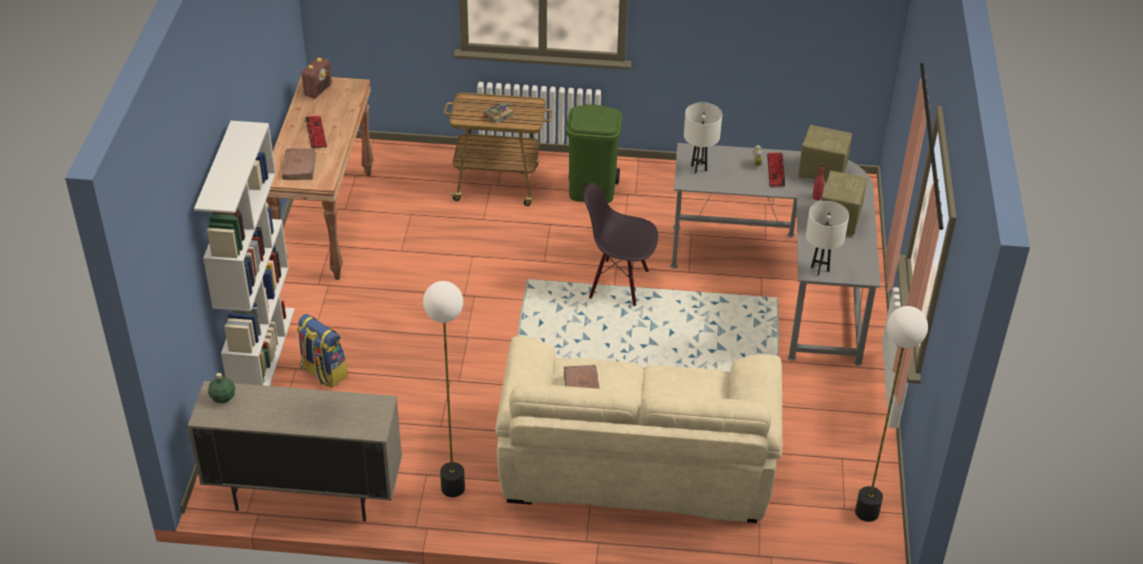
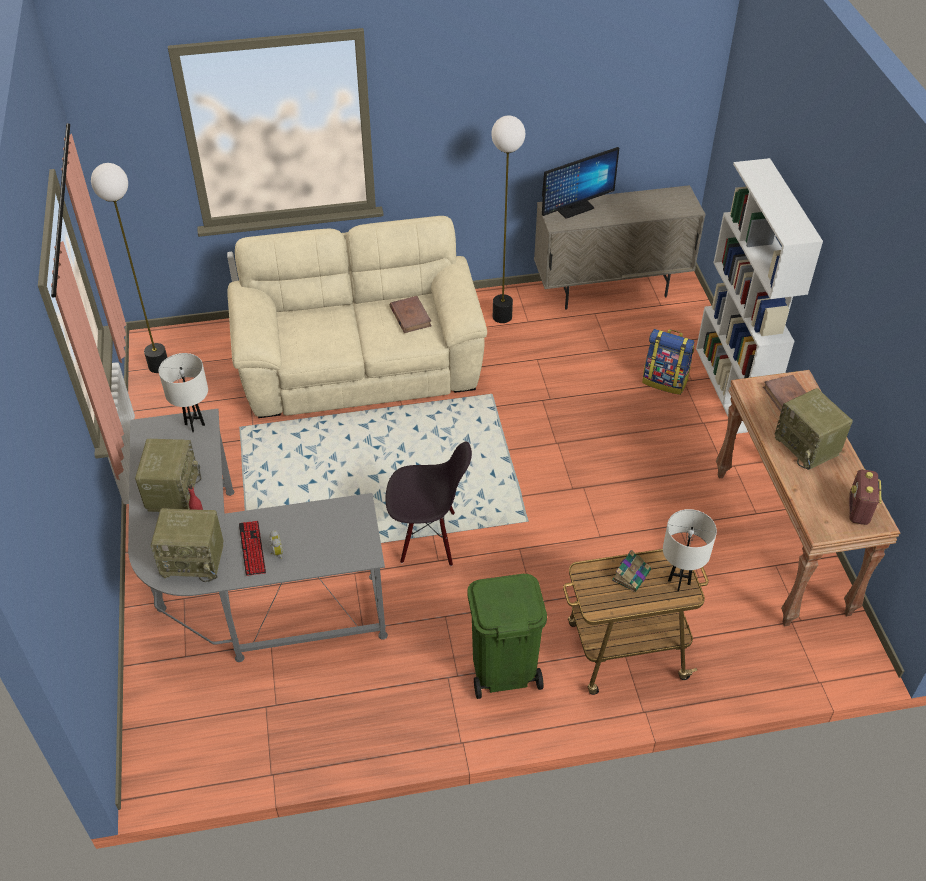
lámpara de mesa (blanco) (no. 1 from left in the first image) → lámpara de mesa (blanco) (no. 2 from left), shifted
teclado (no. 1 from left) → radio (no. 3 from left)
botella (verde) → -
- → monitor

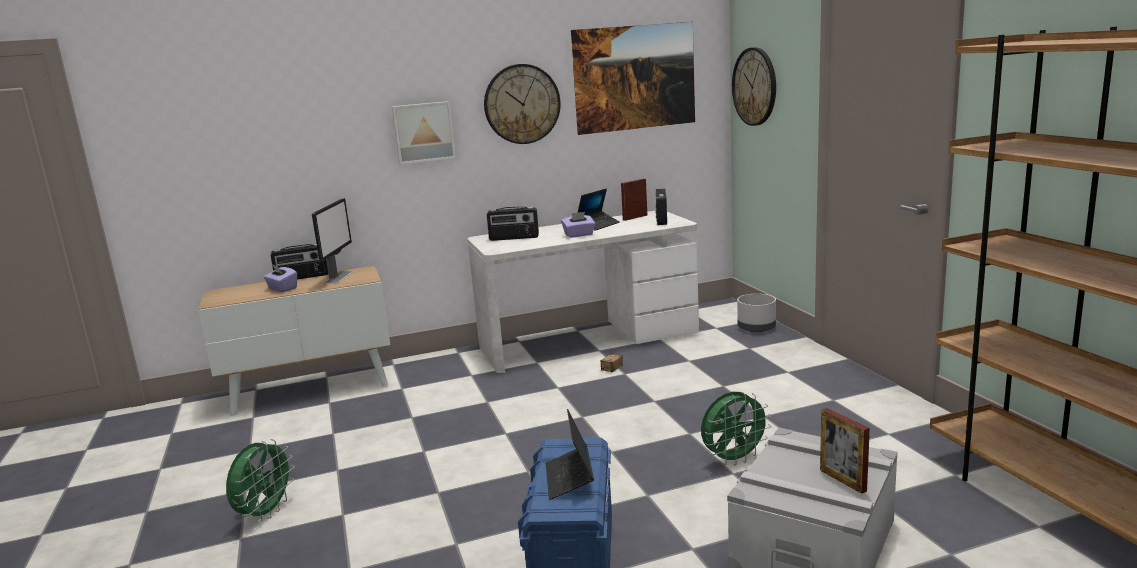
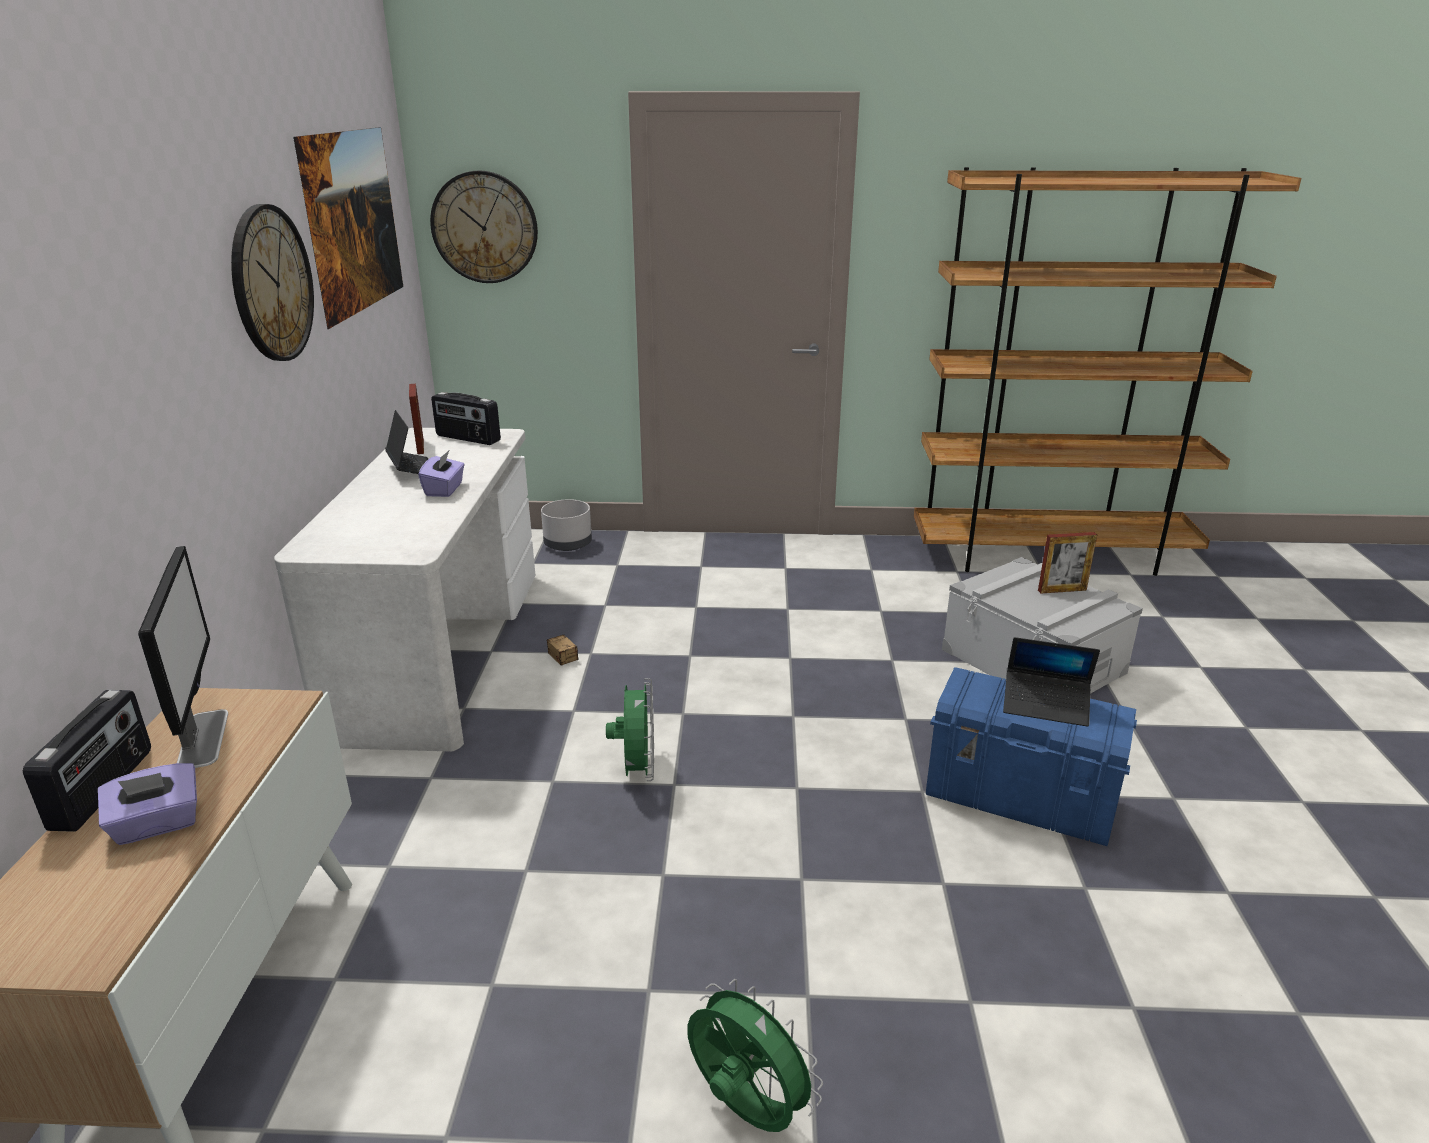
cuadro (no. 1 from left) → -
monitor, 45 degrees clockwise
radio (no. 2 from left) → -
ventilador (verde) (no. 2 from left in the first image) → ventilador (verde) (no. 1 from left), shifted

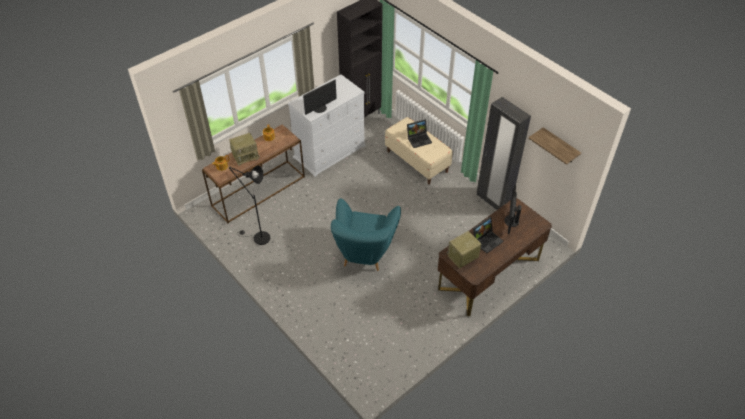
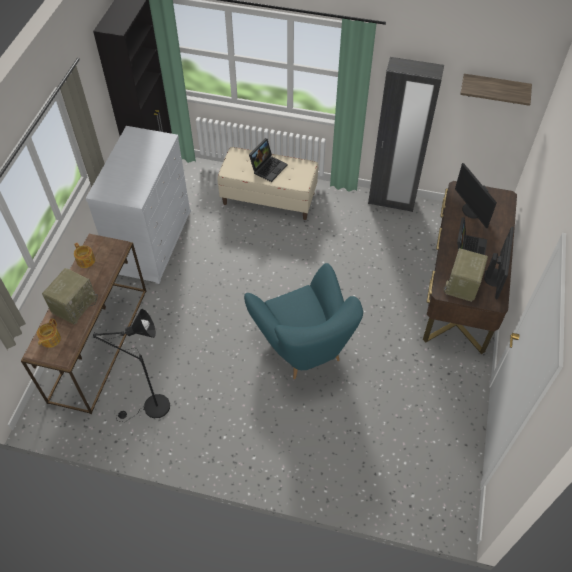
monitor (no. 1 from left in the first image) → monitor (no. 2 from left), shifted

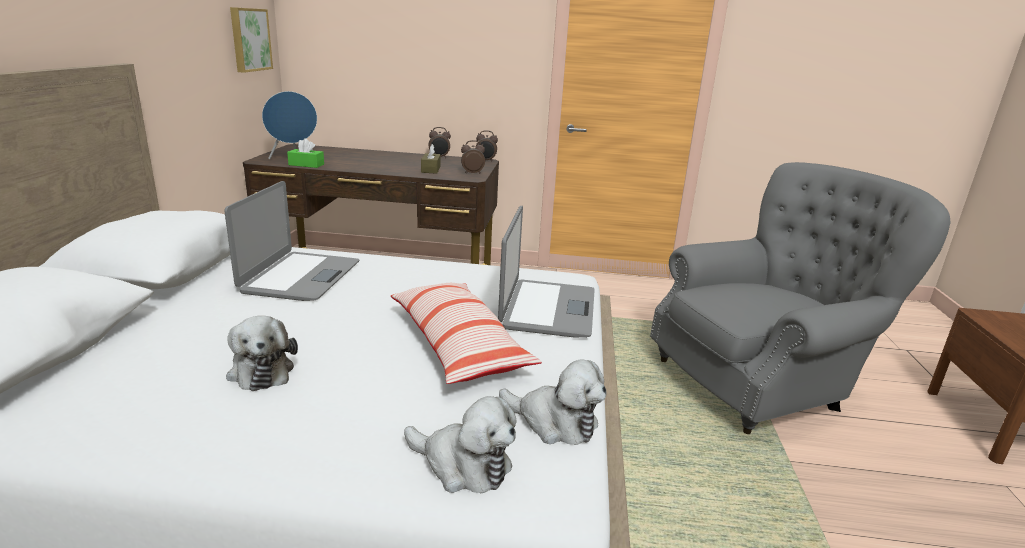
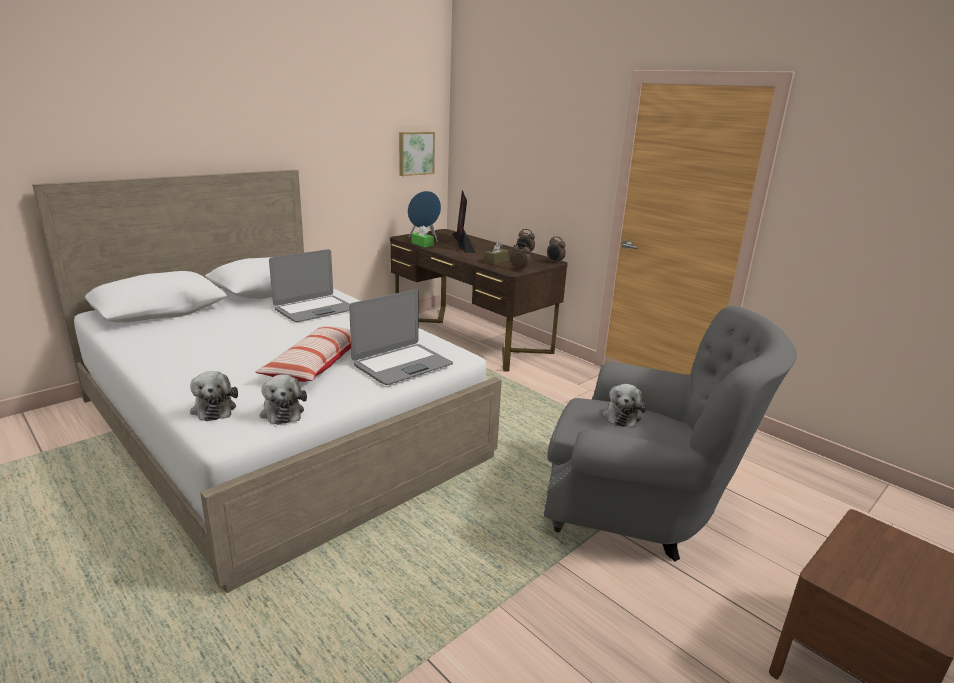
peluche (no. 1 from left in the first image) → peluche (no. 3 from left), shifted
- → monitor

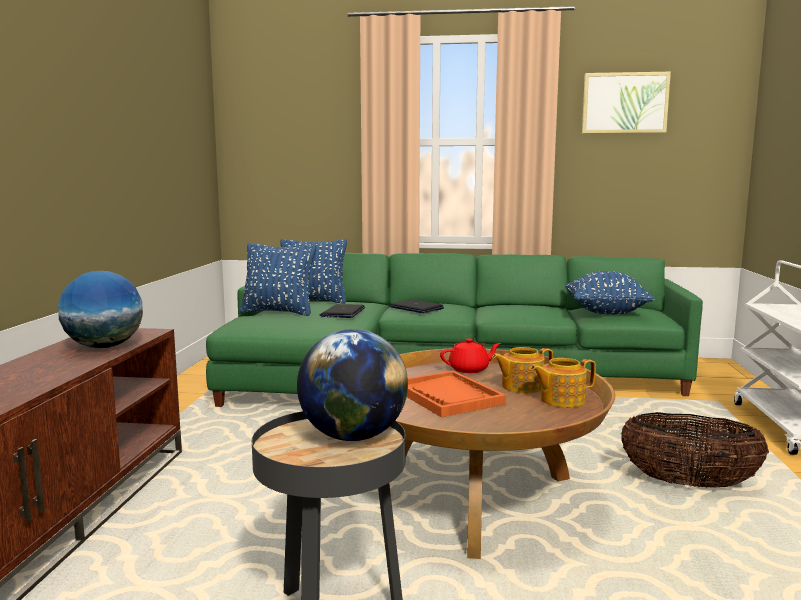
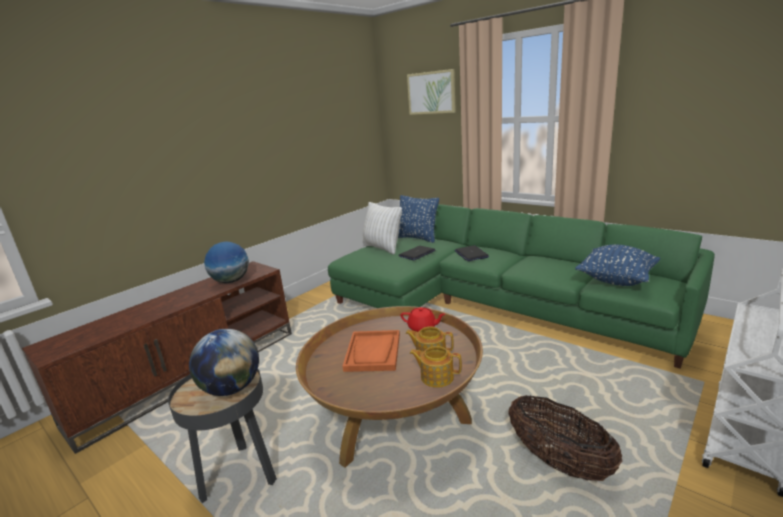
cuadro, shifted
cojín (azul) (no. 1 from left) → cojín (blanco)

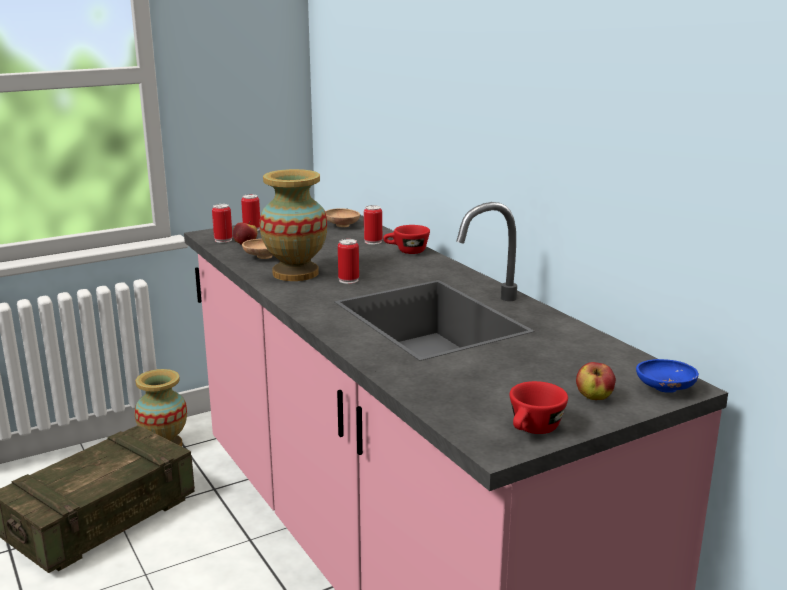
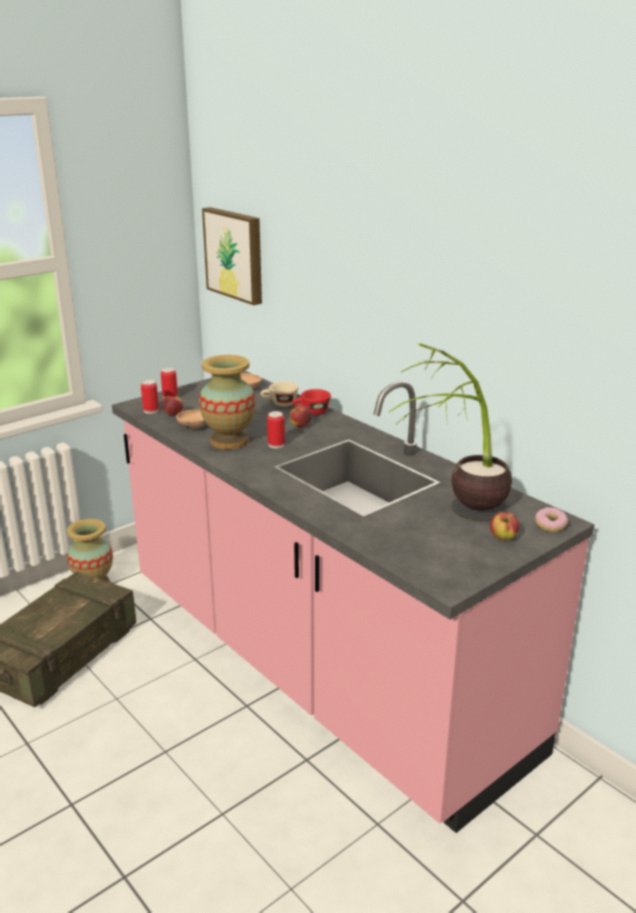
lata (no. 4 from left) → taza (beis)
cuenco (azul) → rosquilla
taza (rojo) (no. 2 from left) → -
- → cuadro
- → planta en maceta
- → manzana (no. 2 from left)

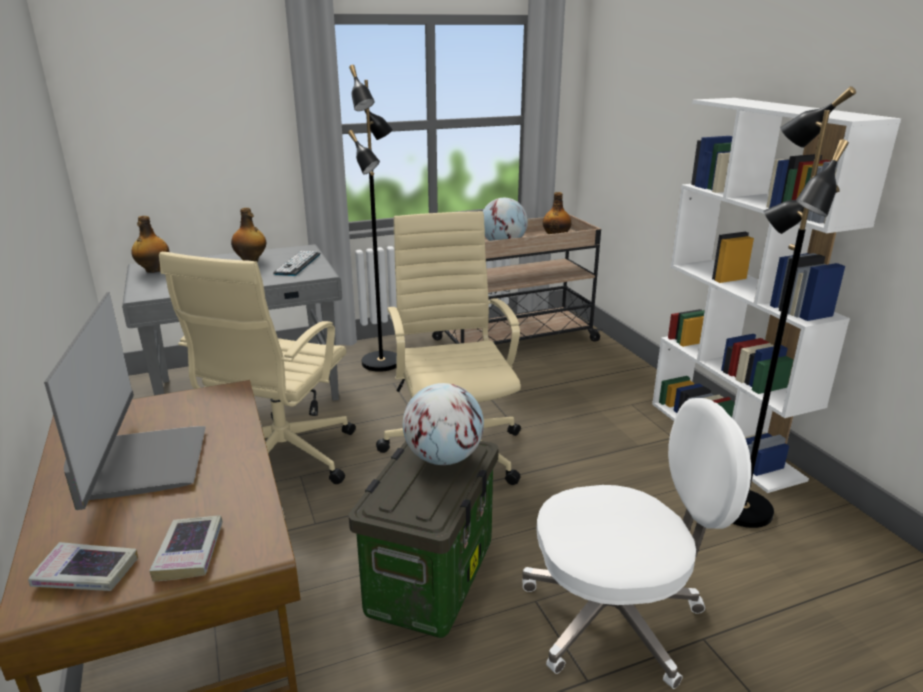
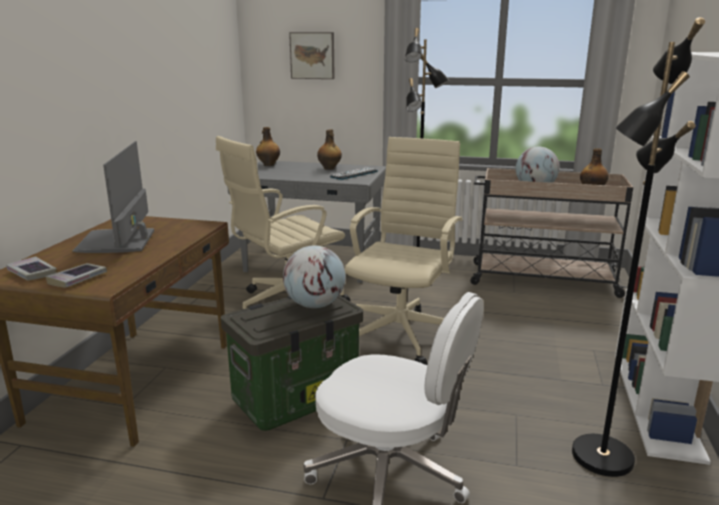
monitor, 150 degrees clockwise
- → cuadro

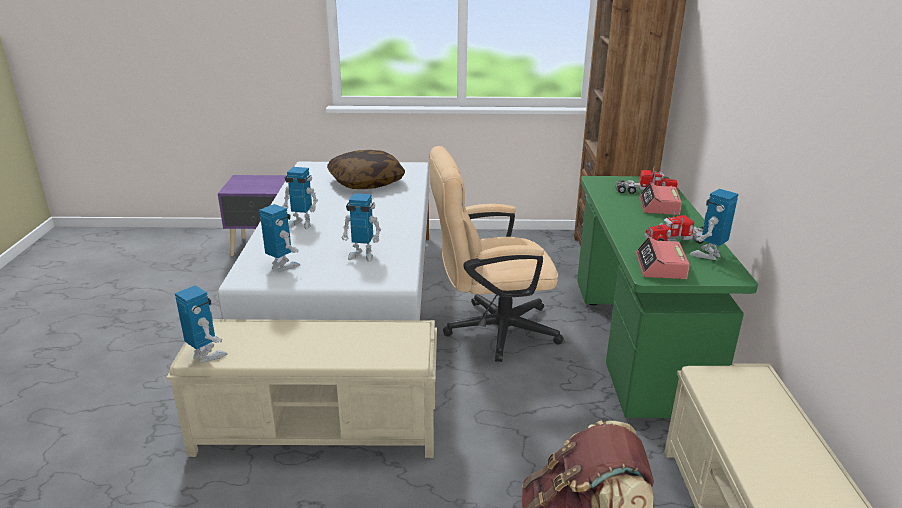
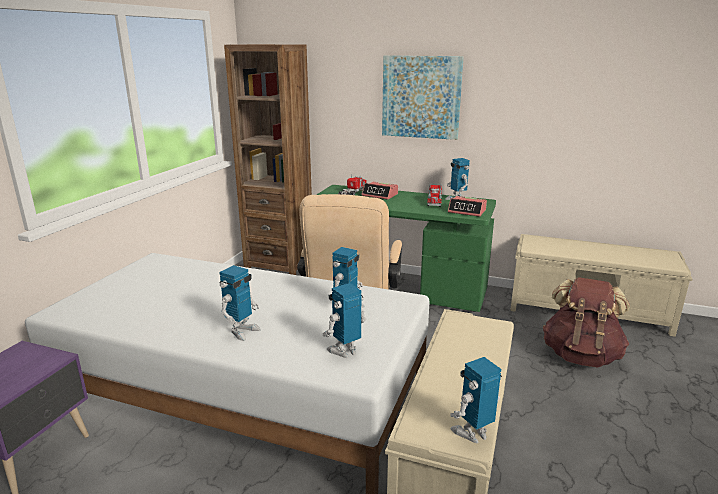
cojín → -
- → cuadro

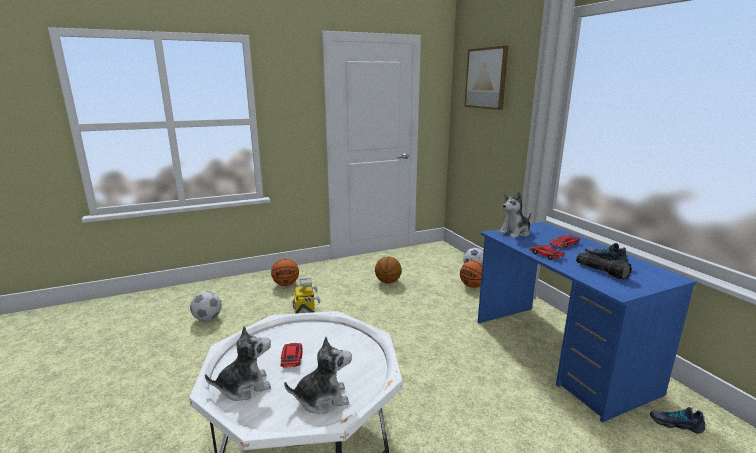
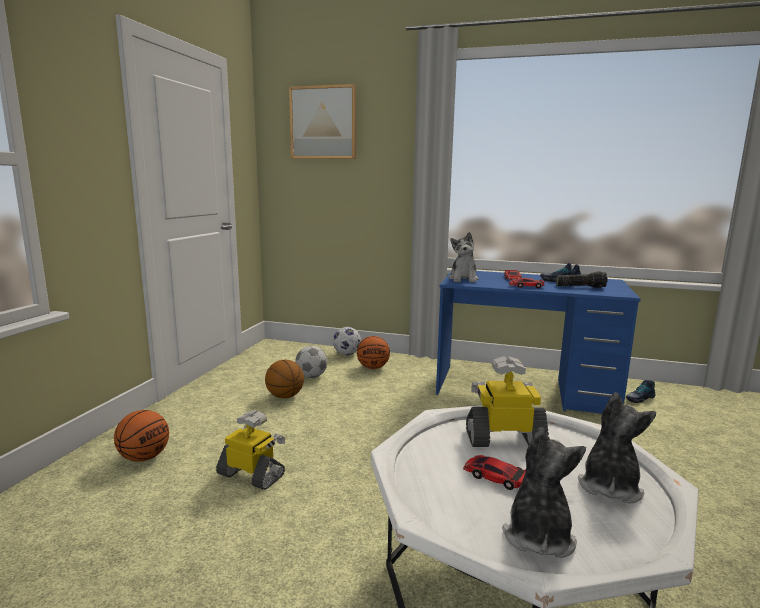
balón de fútbol (no. 1 from left), shifted
- → robot de juguete (no. 2 from left)

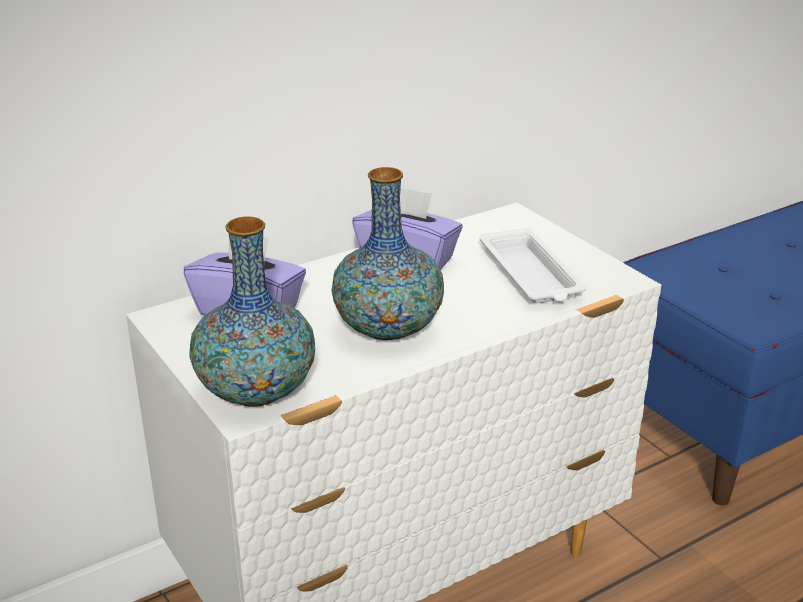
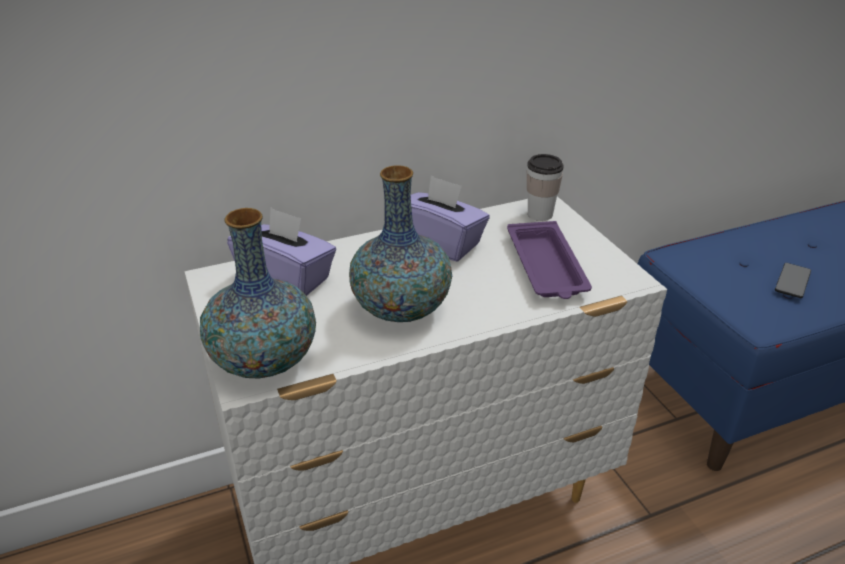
bandeja (blanco) → bandeja (morado)
- → taza
- → móvil

